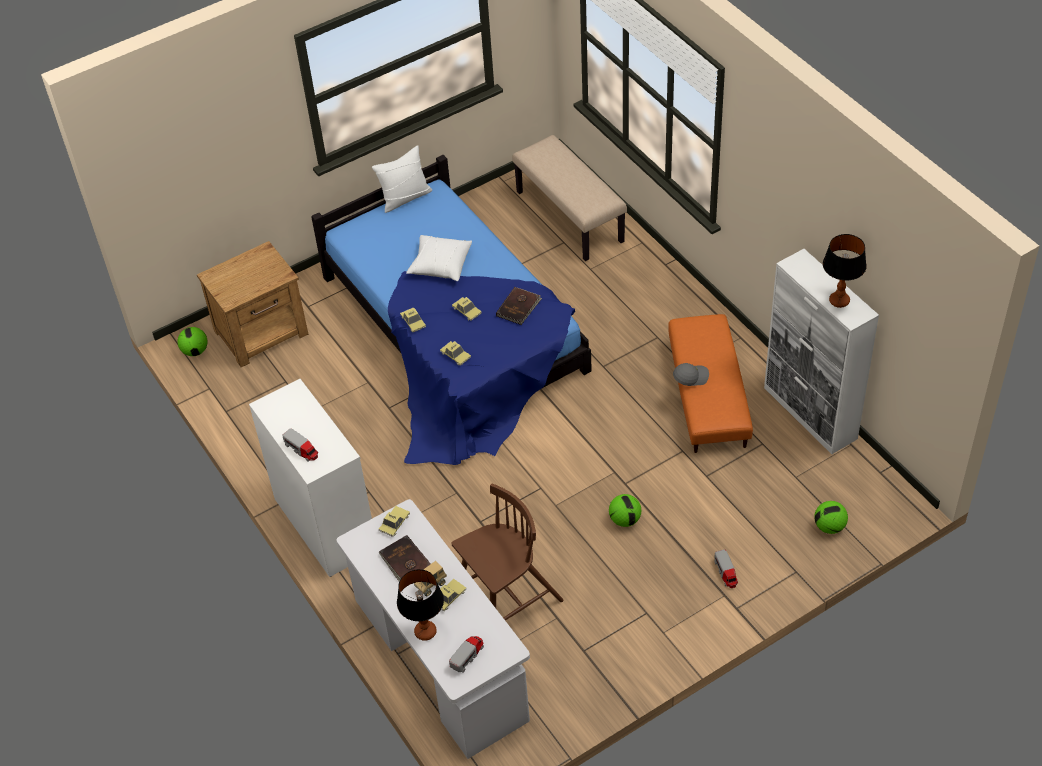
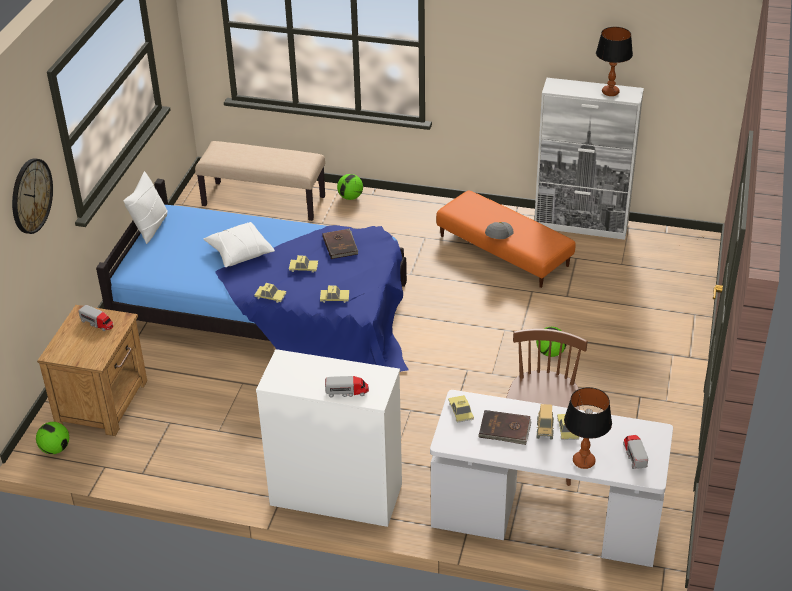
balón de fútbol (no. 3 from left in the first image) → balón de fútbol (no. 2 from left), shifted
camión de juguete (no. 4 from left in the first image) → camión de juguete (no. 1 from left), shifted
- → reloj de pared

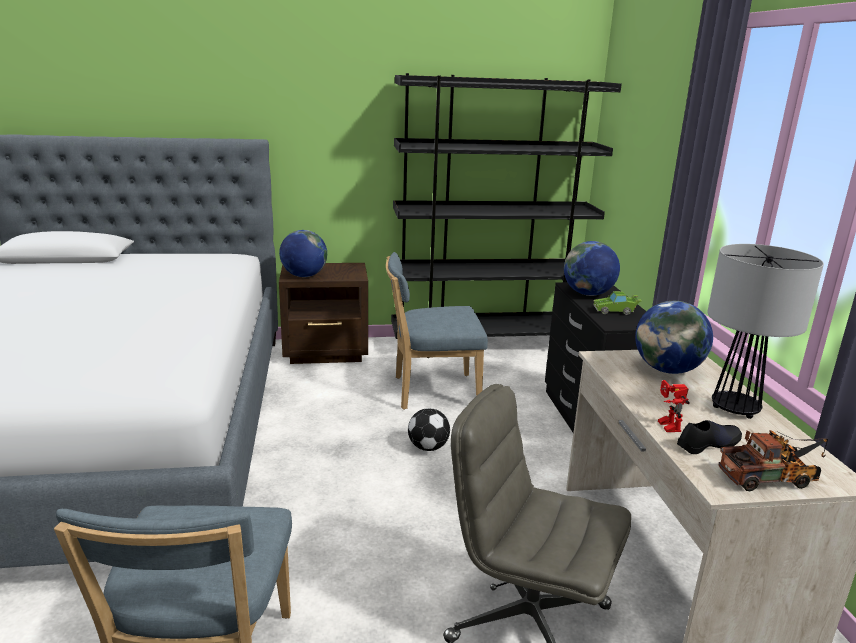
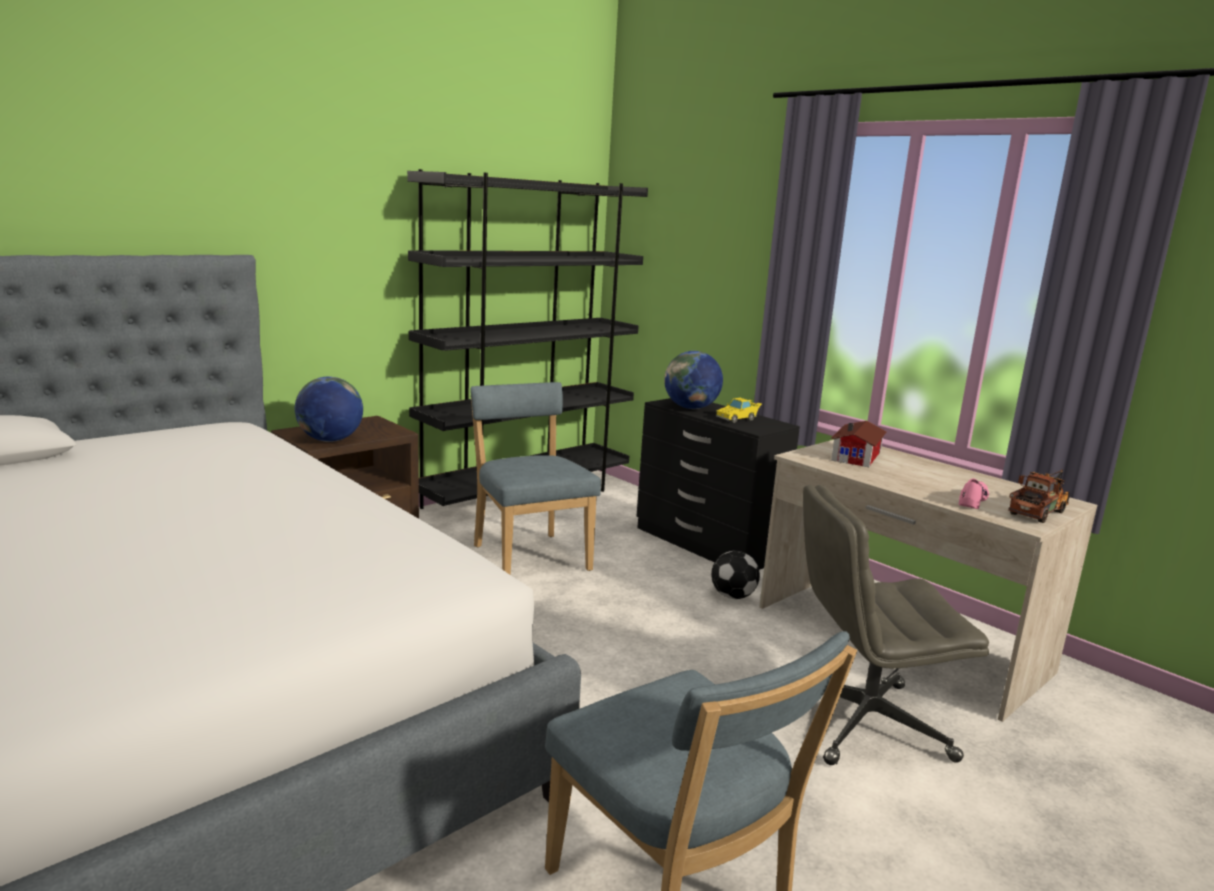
lámpara de mesa → -
silla (azul) (no. 2 from left in the first image) → silla (azul) (no. 1 from left), 105 degrees clockwise
coche de juguete (verde) → coche de juguete (amarillo)
globo terráqueo (no. 3 from left) → casita
robot de juguete → -
balón de fútbol, shifted
zapato (negro) → zapato (rosa)

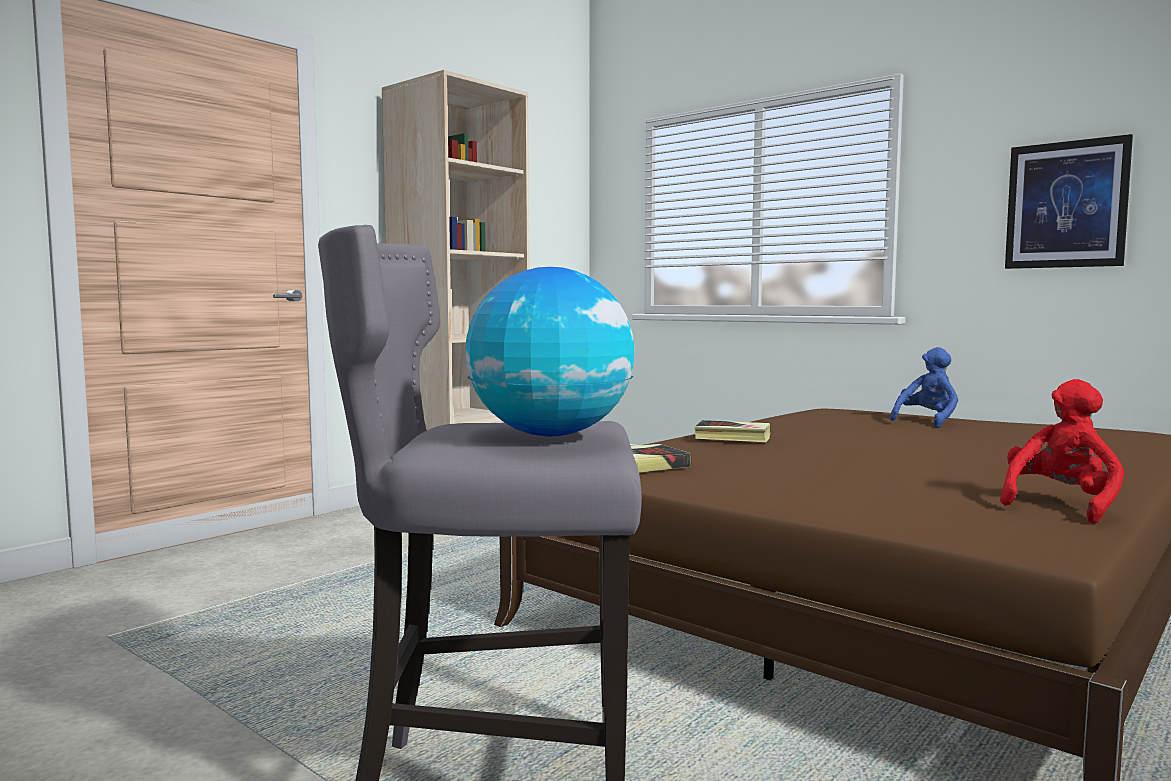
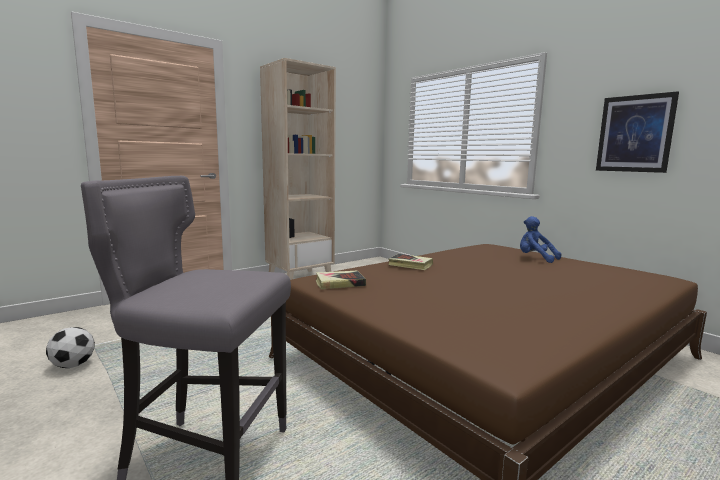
globo terráqueo → -
peluche (azul), 105 degrees counterclockwise
peluche (rojo) → -
- → balón de fútbol

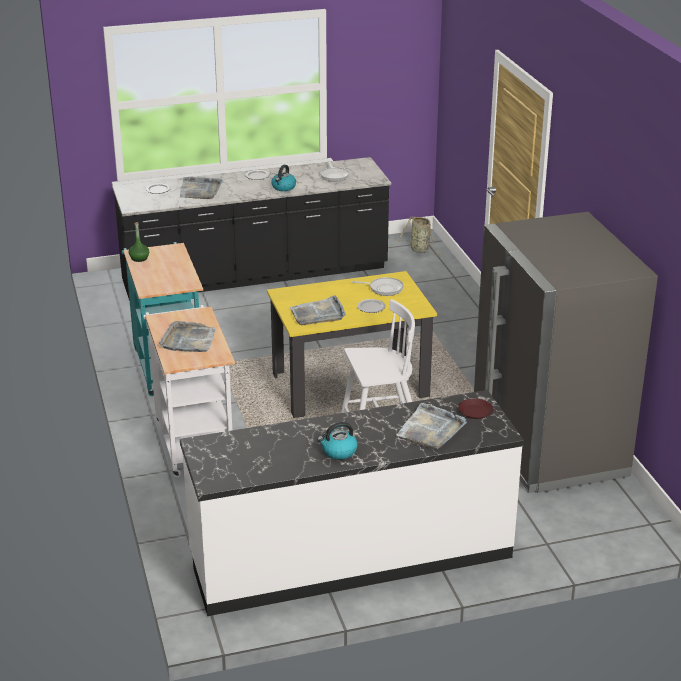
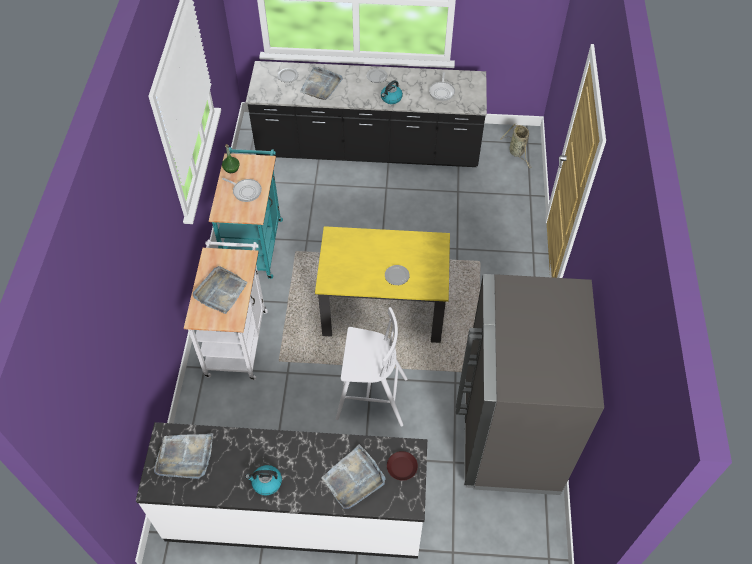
sartén (no. 2 from left in the first image) → sartén (no. 1 from left), shifted
bandeja (gris) (no. 3 from left in the first image) → bandeja (gris) (no. 1 from left), shifted

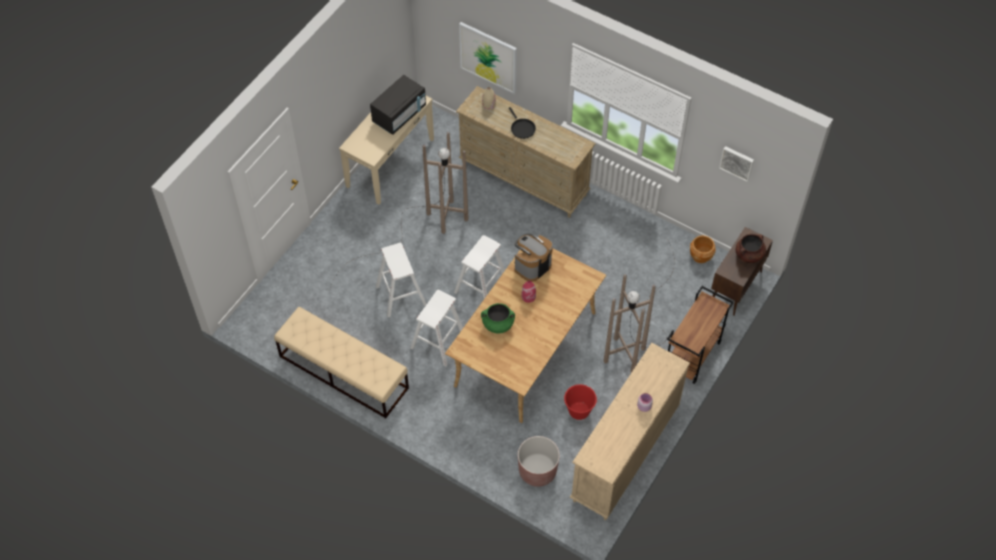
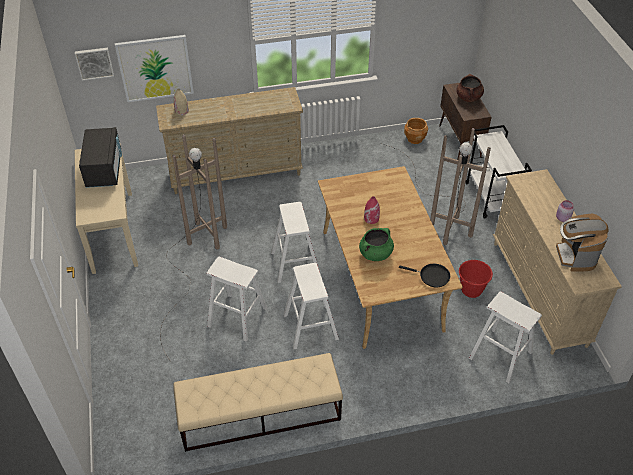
sartén (negro), shifted
cuadro (no. 2 from left in the first image) → cuadro (no. 1 from left), shifted
cafetera, shifted
carrito (marrón) → carrito (blanco)
maceta (marrón) (no. 1 from left) → taburete (blanco) (no. 4 from left)

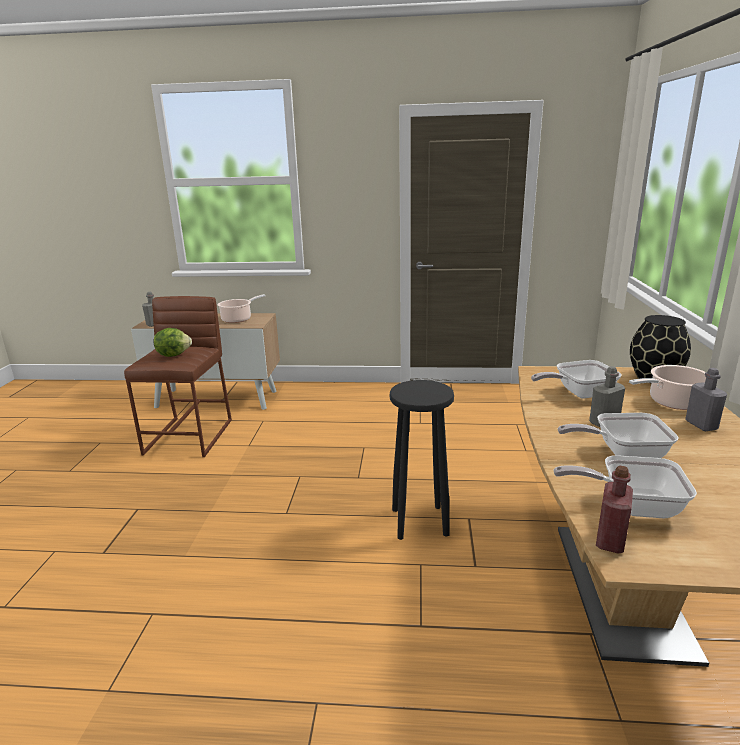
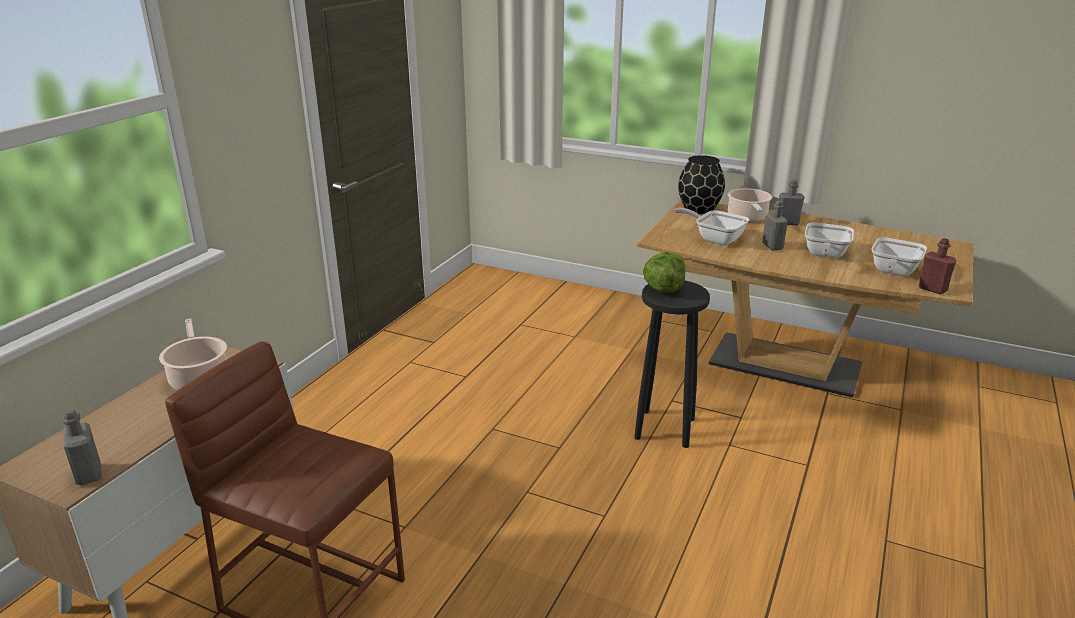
lechuga, shifted
sartén (no. 1 from left), 120 degrees clockwise

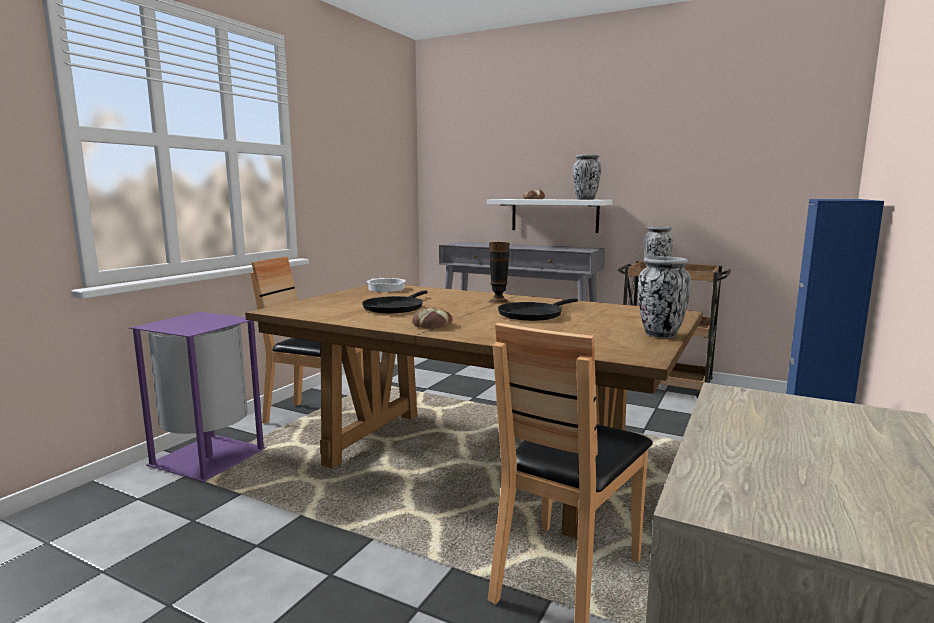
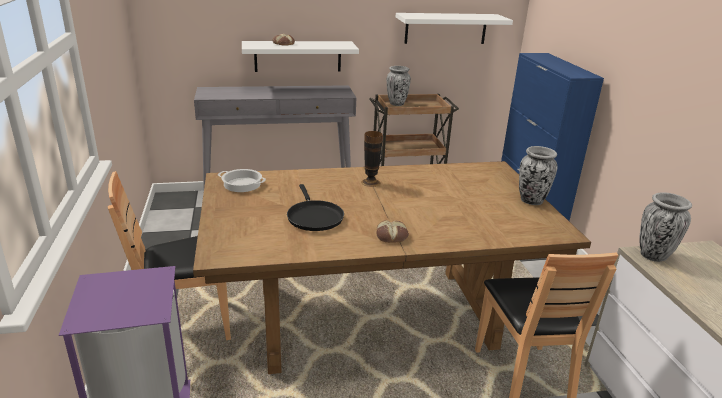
florero (no. 2 from left in the first image) → florero (no. 4 from left), shifted
sartén (negro) (no. 2 from left) → -
- → estante (blanco) (no. 2 from left)

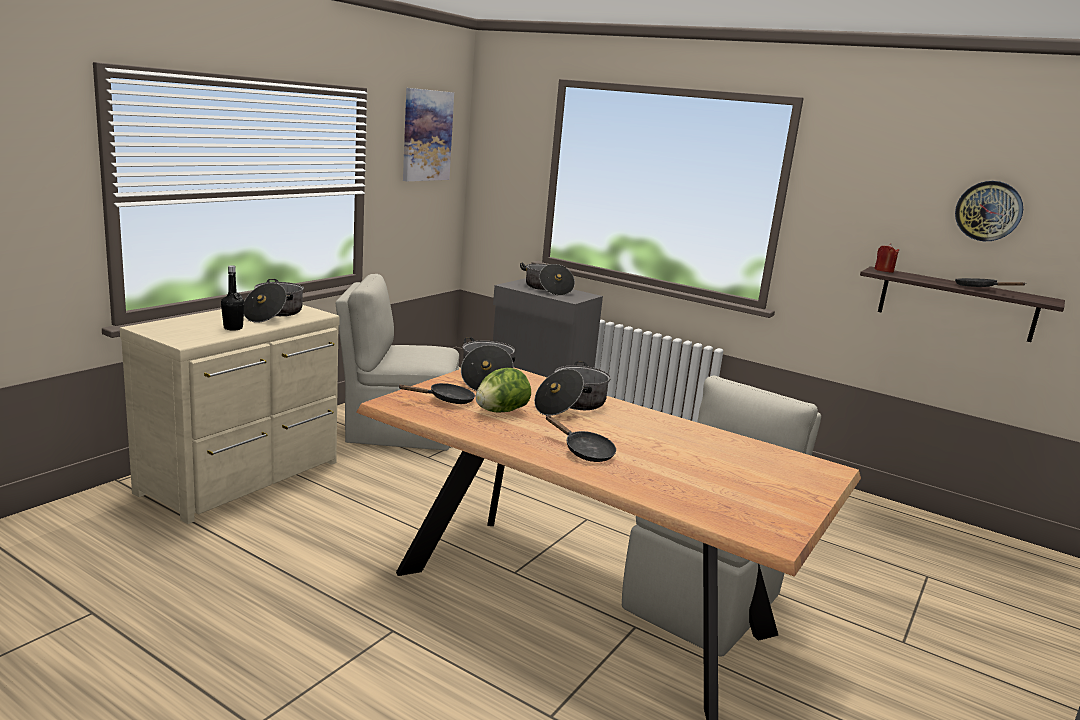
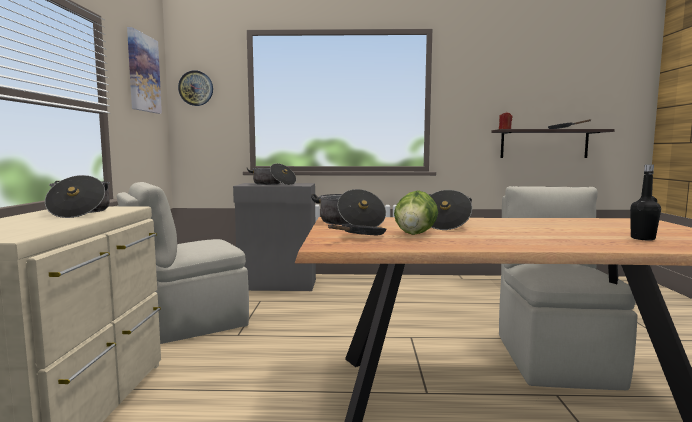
reloj de pared, shifted
botella (negro), shifted
sartén (negro) (no. 2 from left) → -

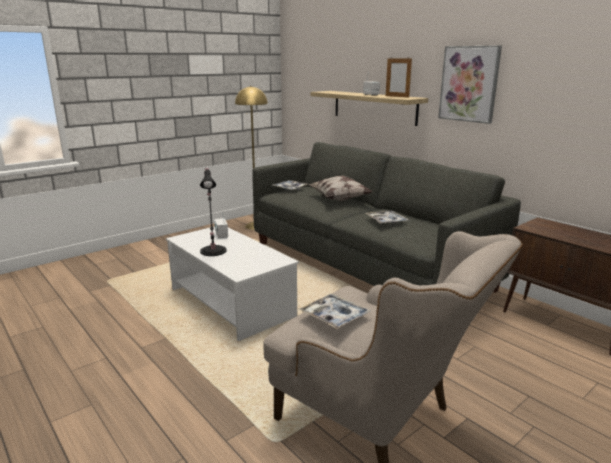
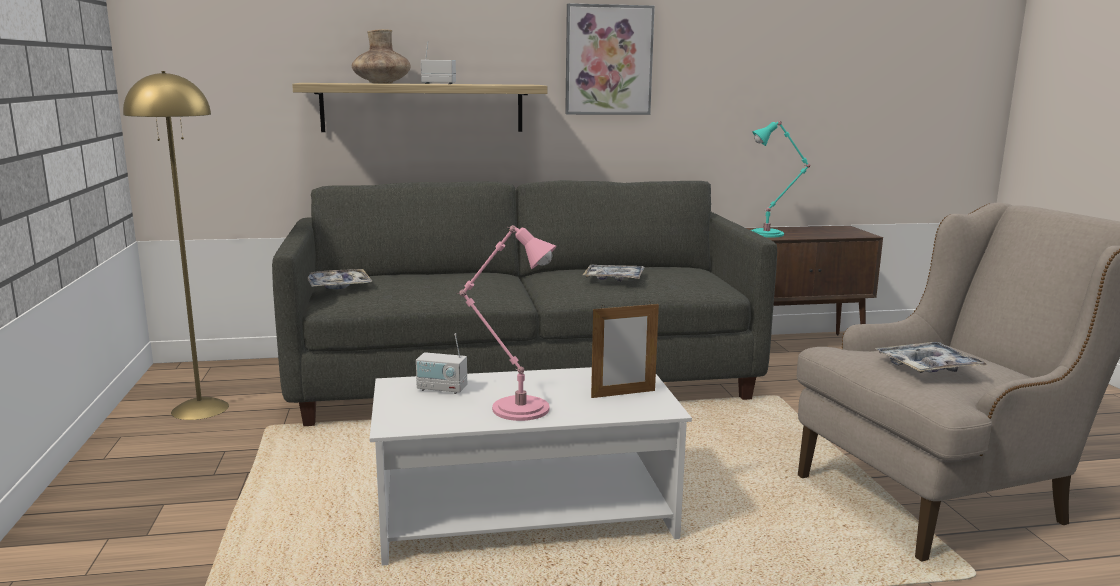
portarretratos, shifted
lámpara de mesa (negro) → lámpara de mesa (rosa)
cojín → -
- → florero (marrón)
- → lámpara de mesa (turquesa)

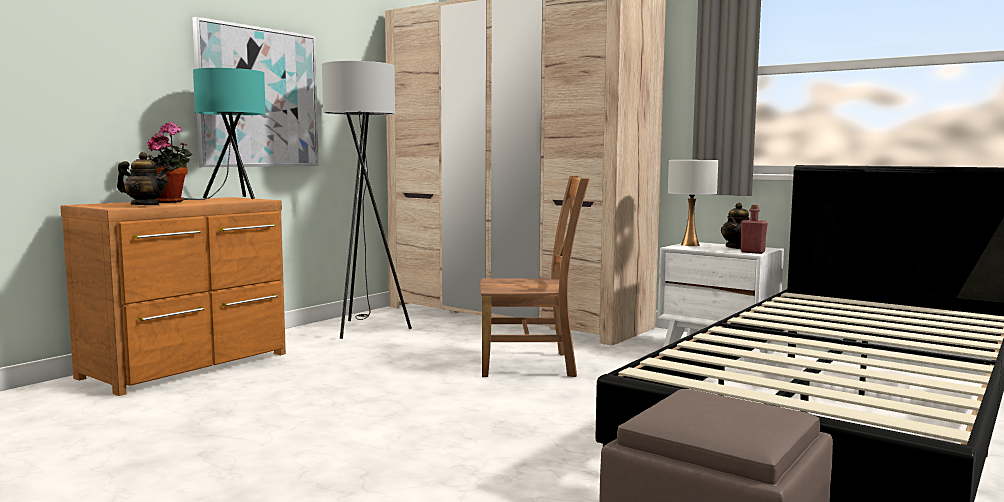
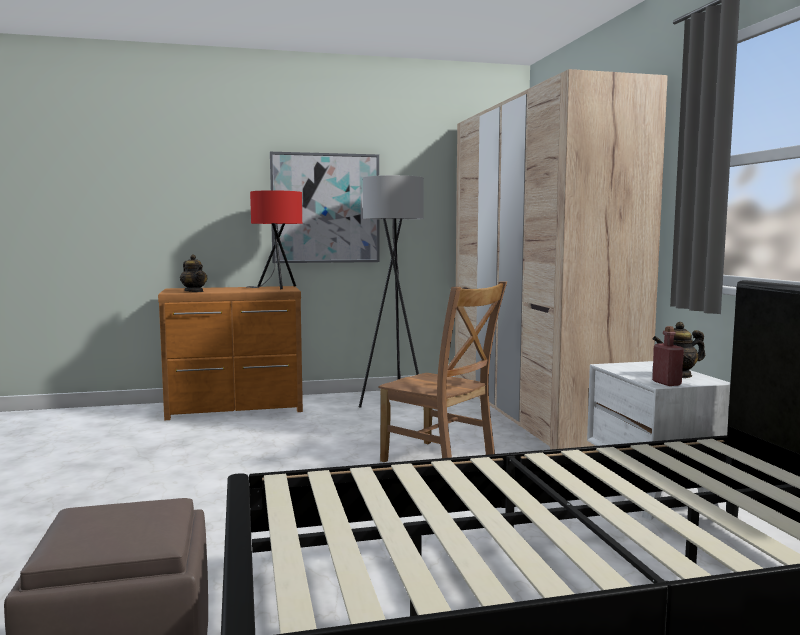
lámpara de mesa (turquesa) → lámpara de mesa (rojo)
planta en maceta → -
lámpara de mesa (blanco) → -

